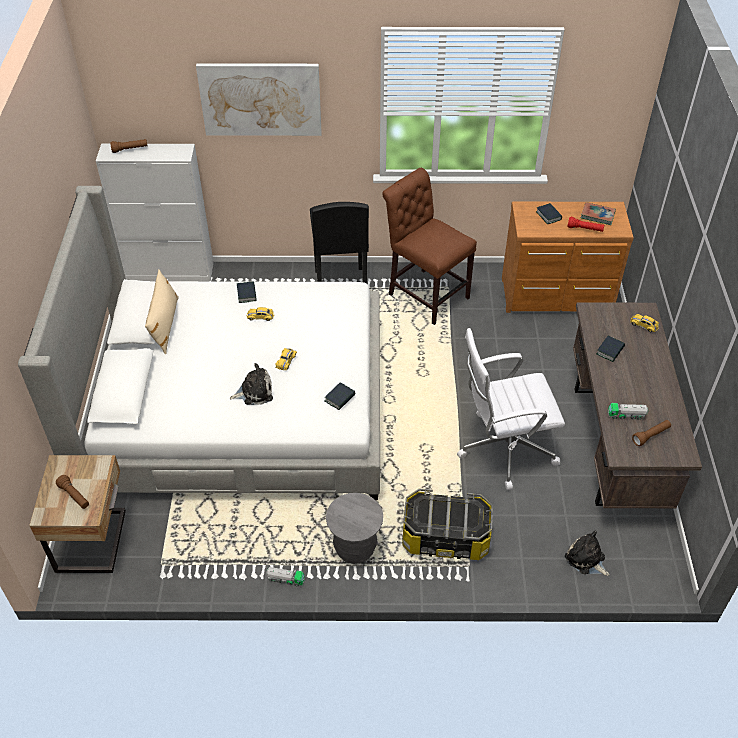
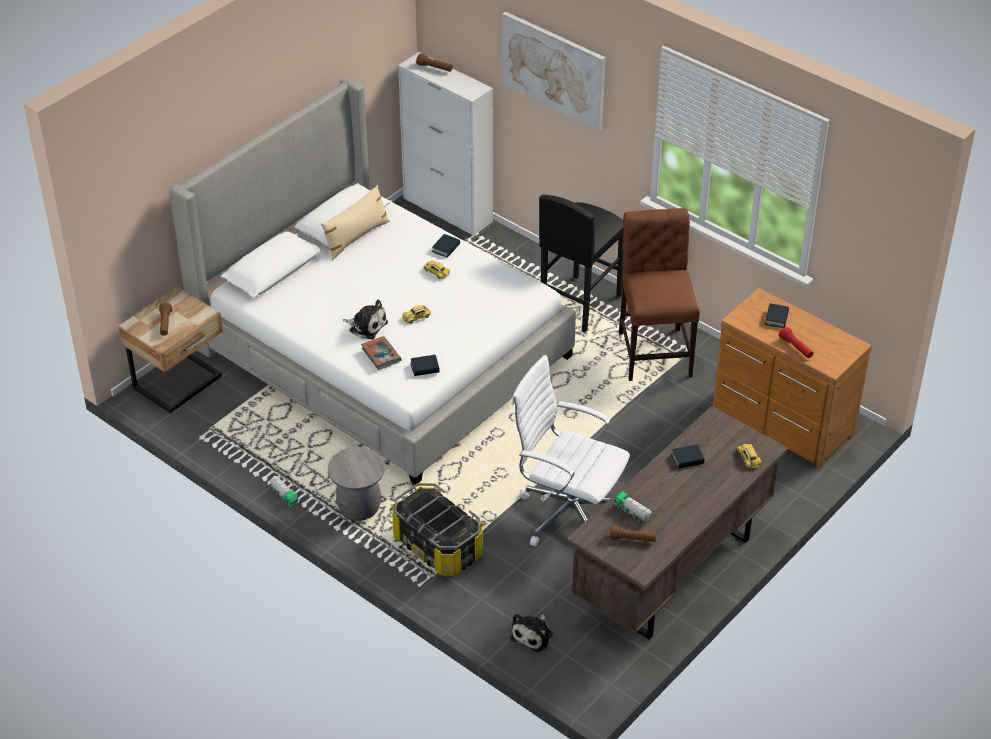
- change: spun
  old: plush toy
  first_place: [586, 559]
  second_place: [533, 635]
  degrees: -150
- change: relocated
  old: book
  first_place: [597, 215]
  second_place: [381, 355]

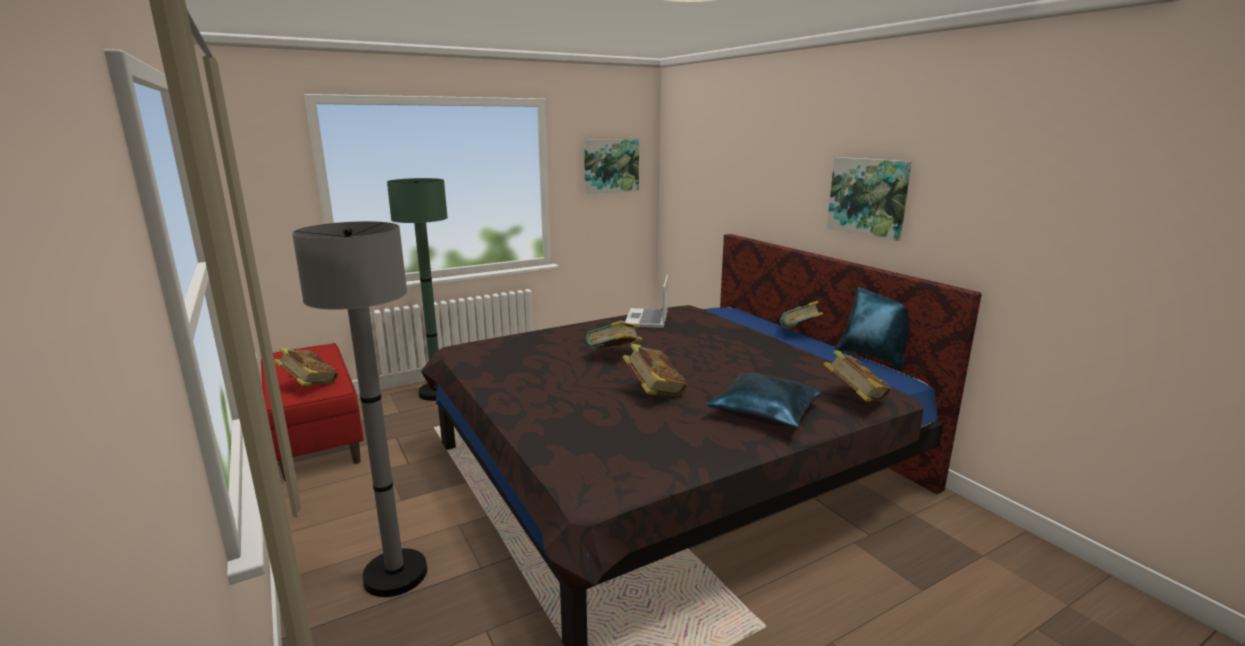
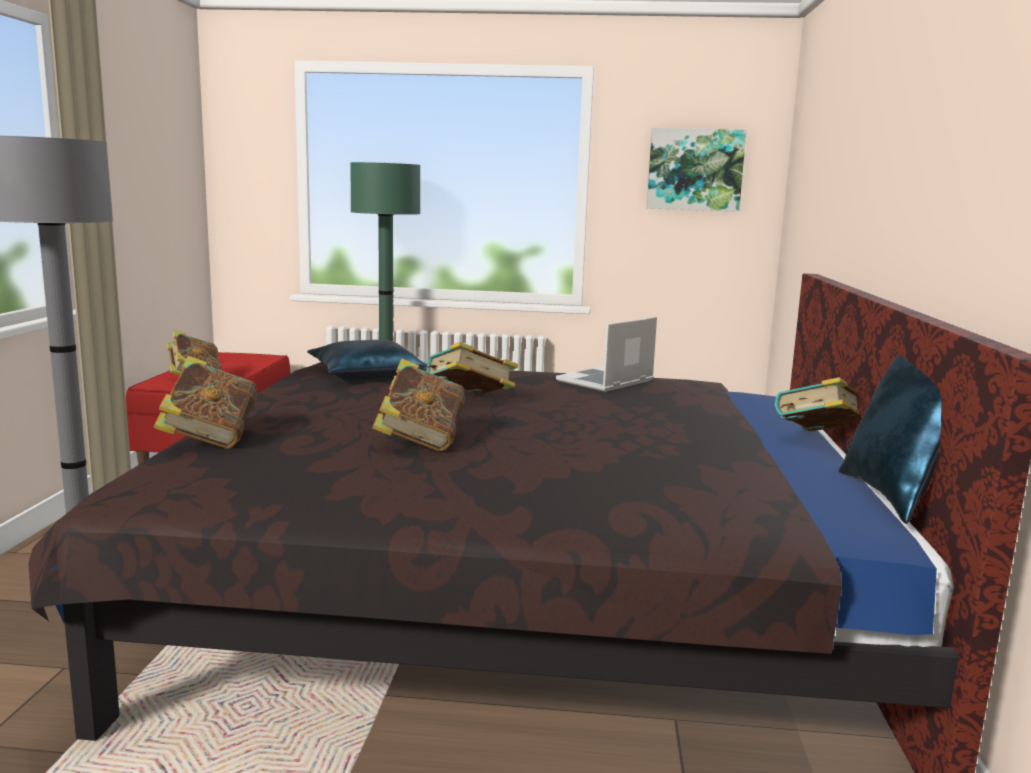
- change: relocated
  old: blue pillow
  first_place: [764, 411]
  second_place: [366, 374]
- change: relocated
  old: book
  first_place: [854, 399]
  second_place: [209, 439]
- change: missing
  old: picture
  first_place: [868, 197]

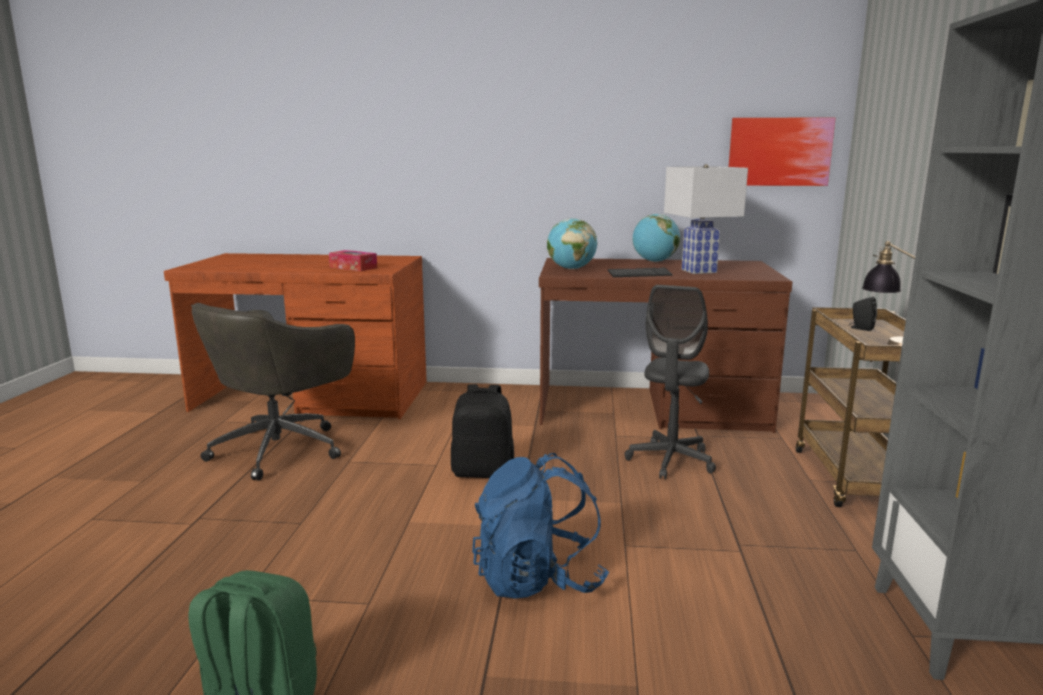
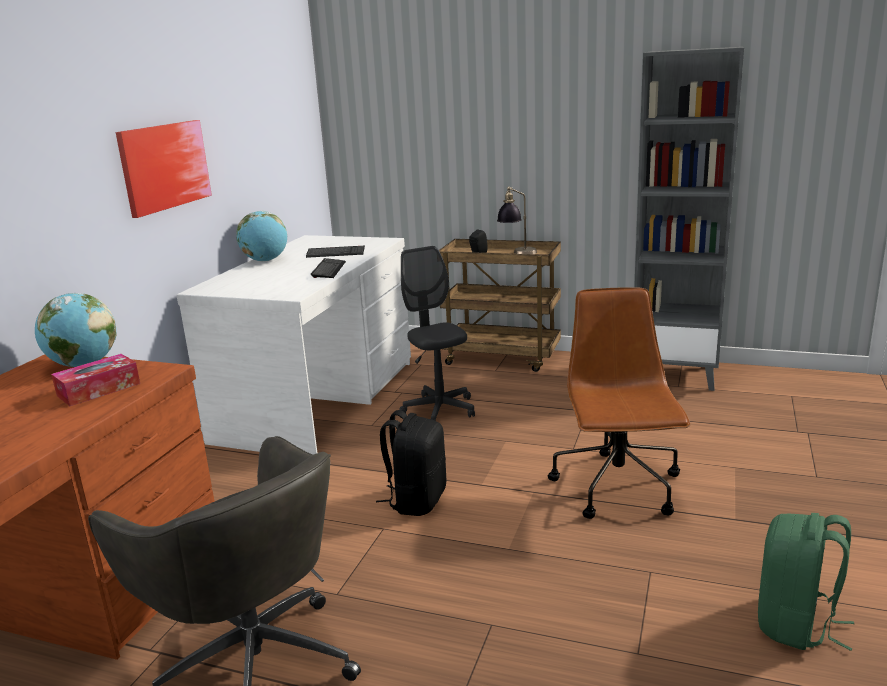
- change: exchanged
  old: blue backpack
  new: brown office chair
  first_place: [538, 579]
  second_place: [618, 488]
- change: colour
  old: brown desk
  new: white desk
  first_place: [651, 408]
  second_place: [319, 400]
- change: relocated
  old: globe
  first_place: [571, 269]
  second_place: [84, 365]
- change: spun
  old: grey office chair
  first_place: [670, 461]
  second_place: [439, 410]
  degrees: -150
- change: exchanged
  old: white table lamp
  new: keyboard
  first_place: [700, 271]
  second_place: [335, 253]
- change: relocated
  old: picture
  first_place: [779, 152]
  second_place: [165, 166]

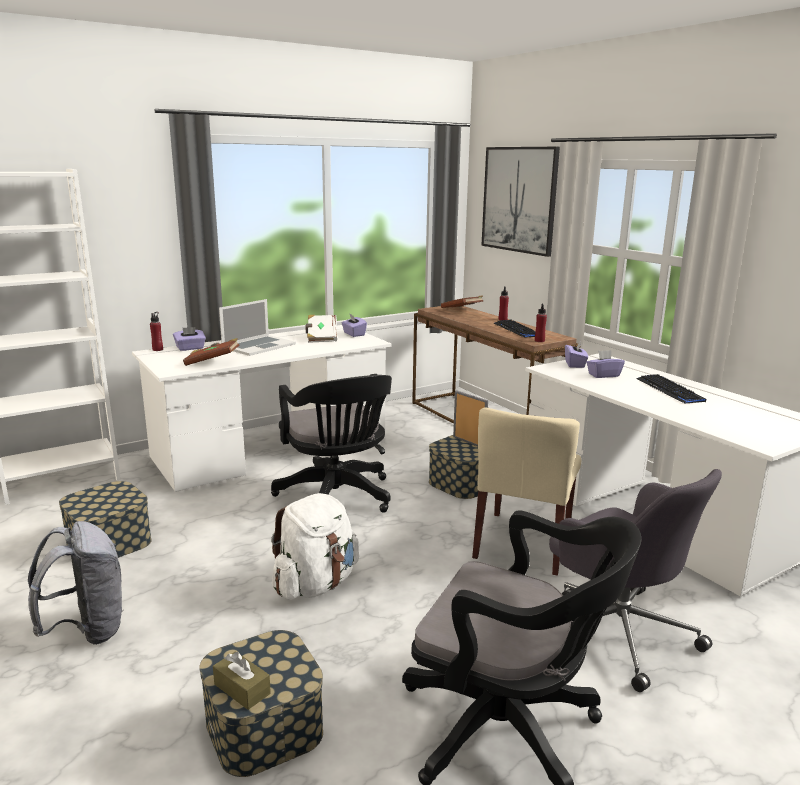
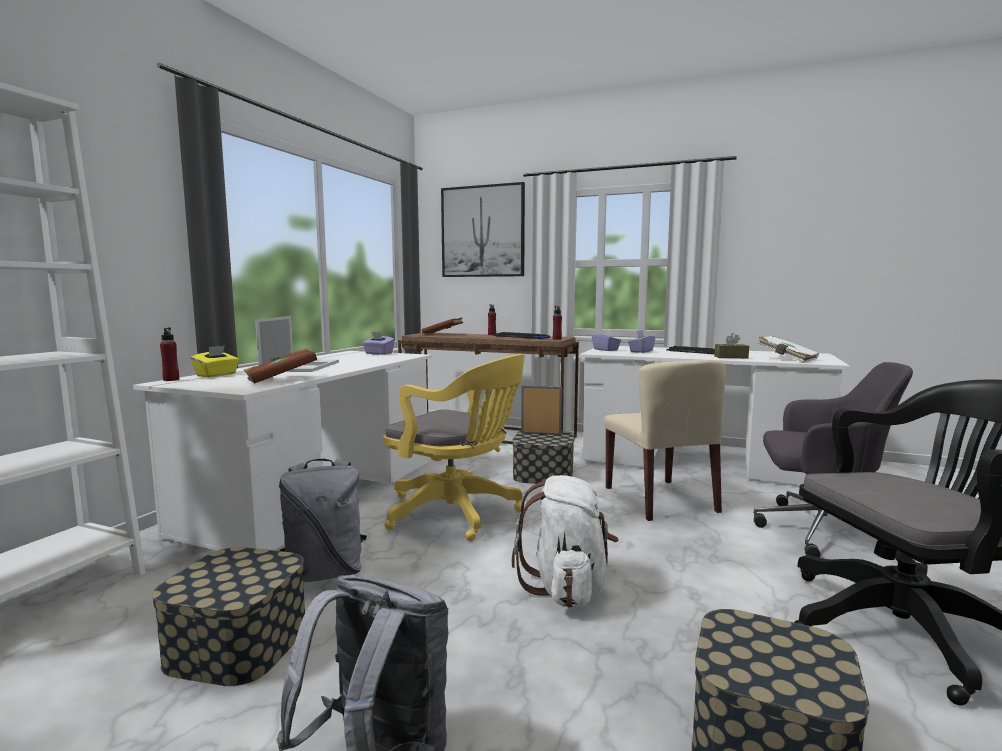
- change: colour
  old: purple tissue box
  new: yellow tissue box
  first_place: [190, 348]
  second_place: [216, 375]
- change: relocated
  old: brown tissue box
  first_place: [242, 689]
  second_place: [731, 357]
- change: colour
  old: black office chair
  new: yellow office chair
  first_place: [337, 498]
  second_place: [458, 514]
- change: relocated
  old: white book
  first_place: [321, 337]
  second_place: [786, 359]
- change: appeared
  new: grey backpack
  second_place: [325, 573]

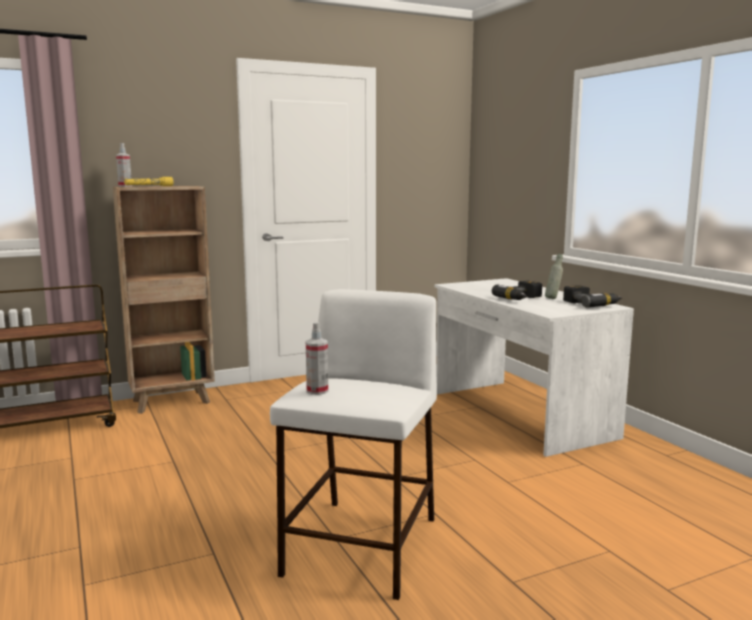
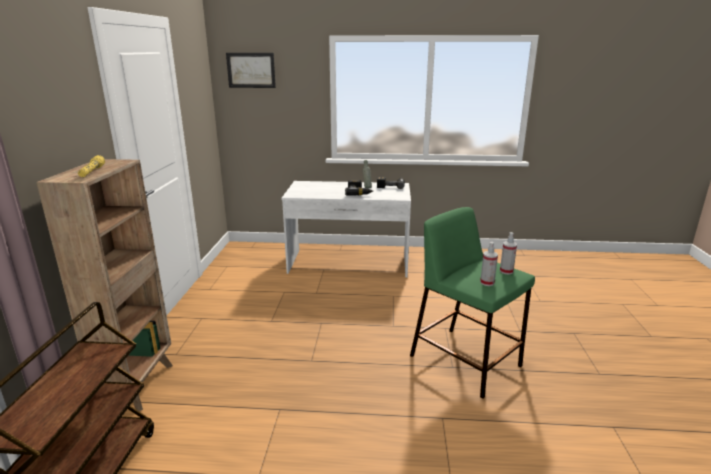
- change: relocated
  old: spray bottle
  first_place: [125, 186]
  second_place: [506, 271]
- change: colour
  old: white stool
  new: green stool
  first_place: [362, 547]
  second_place: [466, 361]
- change: appeared
  new: picture
  second_place: [251, 70]

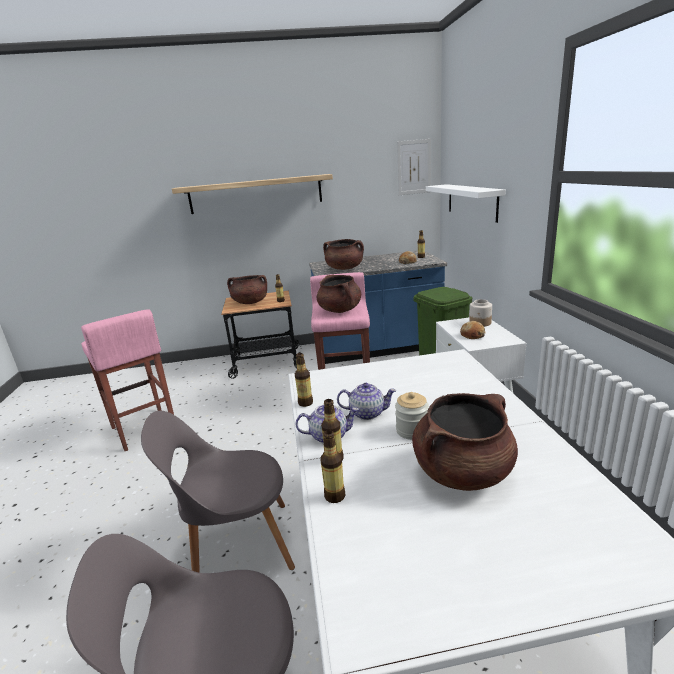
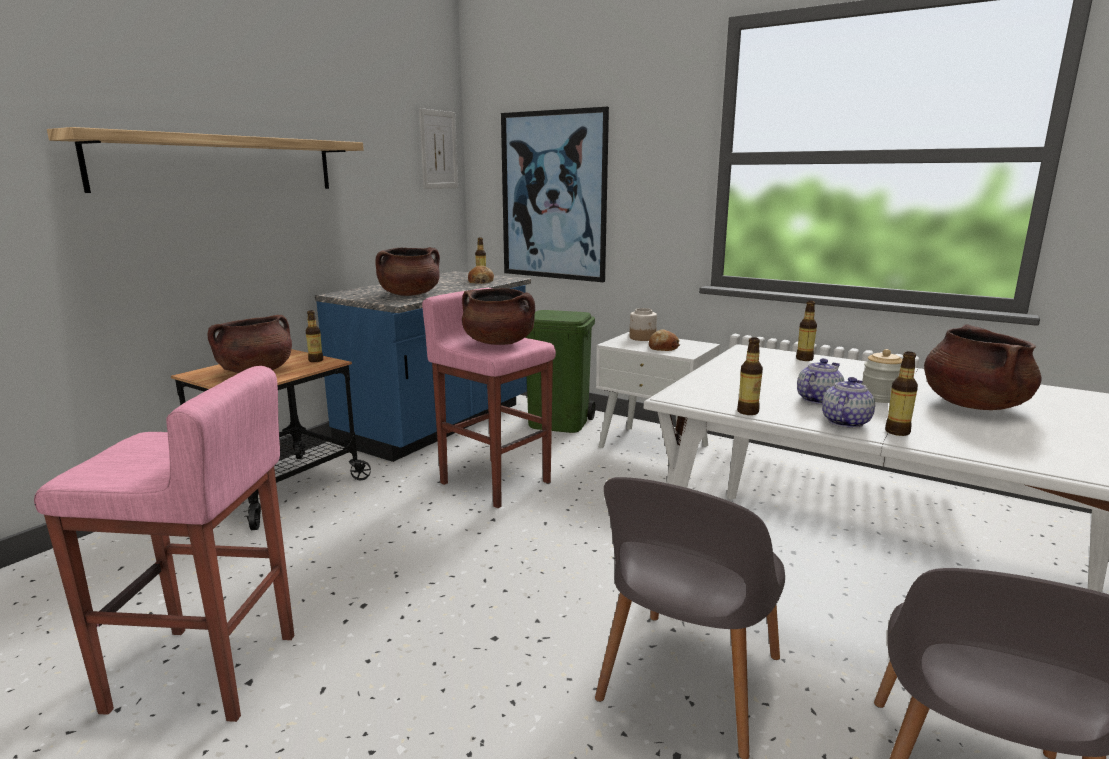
- change: relocated
  old: bottle
  first_place: [335, 496]
  second_place: [804, 359]
- change: exchanged
  old: white shelf
  new: picture
  first_place: [471, 201]
  second_place: [553, 196]

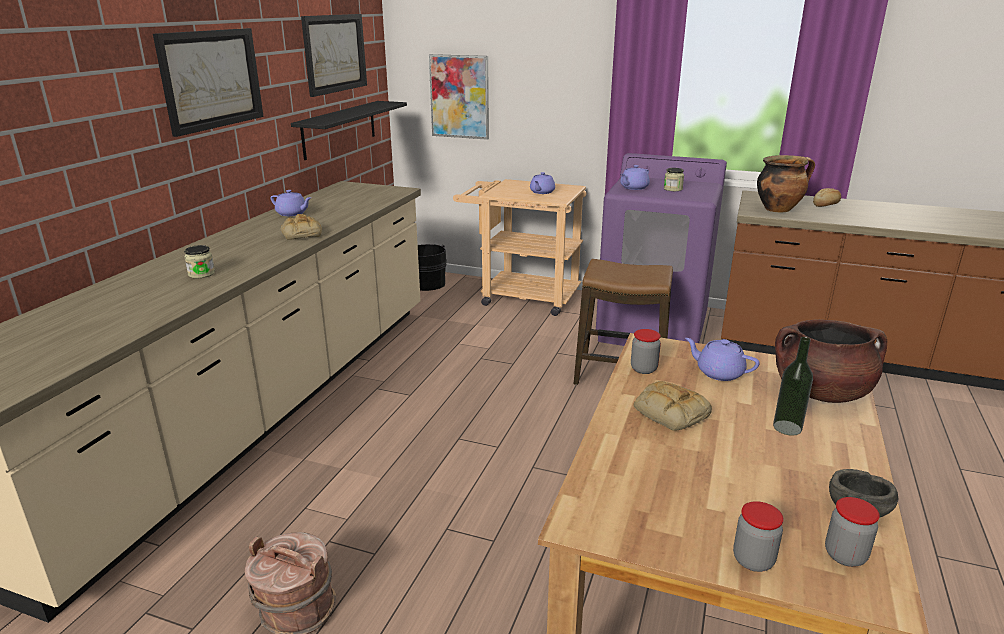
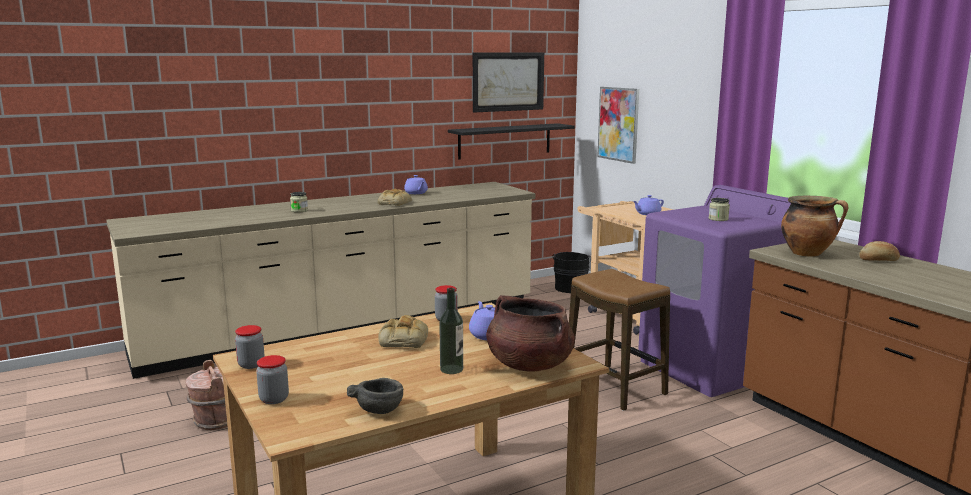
- change: missing
  old: picture
  first_place: [211, 79]
- change: missing
  old: purple teapot
  first_place: [633, 188]
- change: relocated
  old: jar
  first_place: [845, 555]
  second_place: [251, 365]

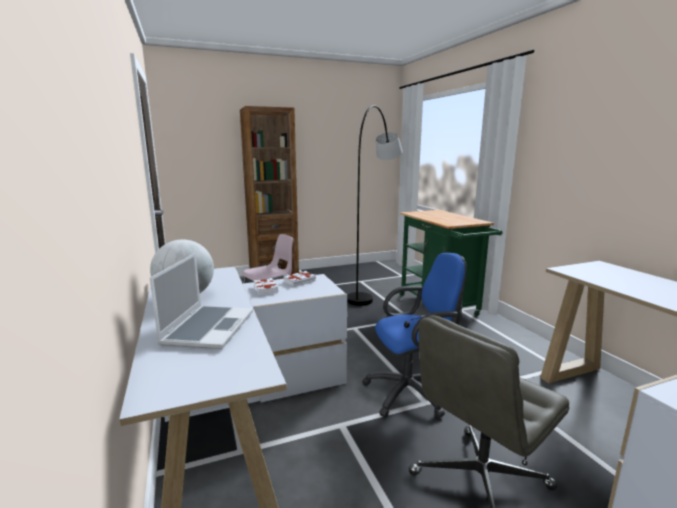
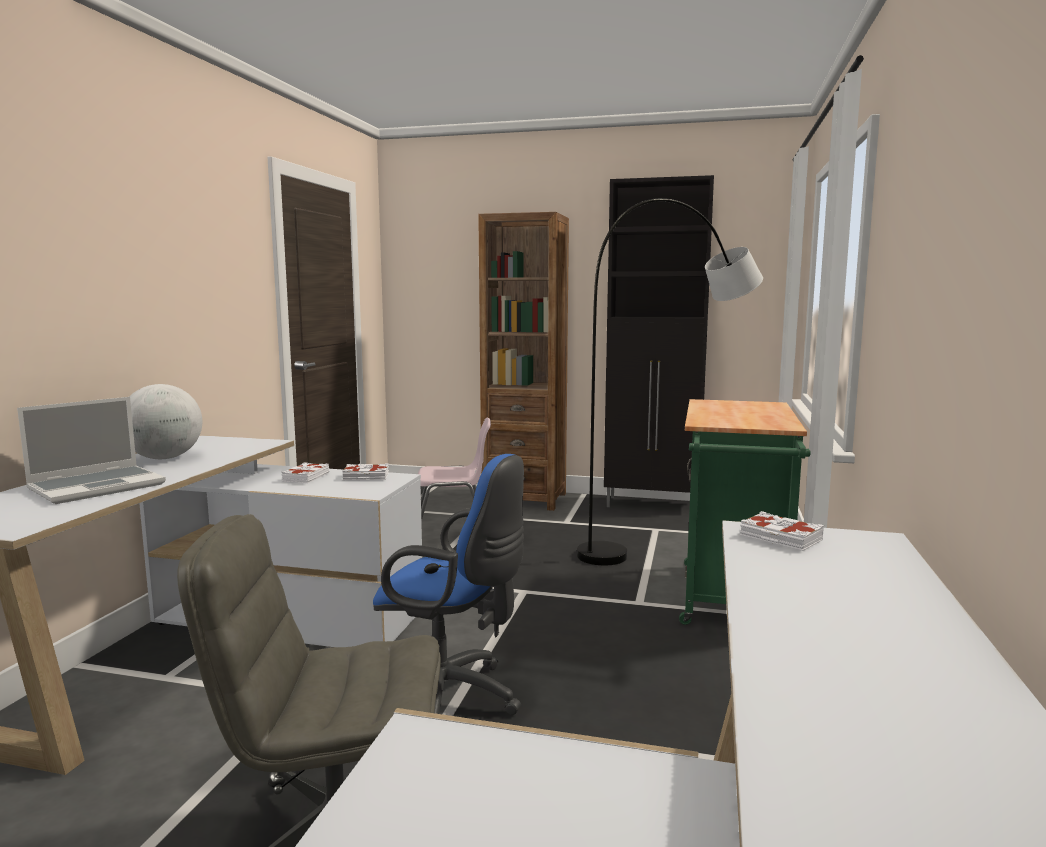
- change: appeared
  new: black cabinet
  second_place: [653, 505]
- change: appeared
  new: white book
  second_place: [780, 538]

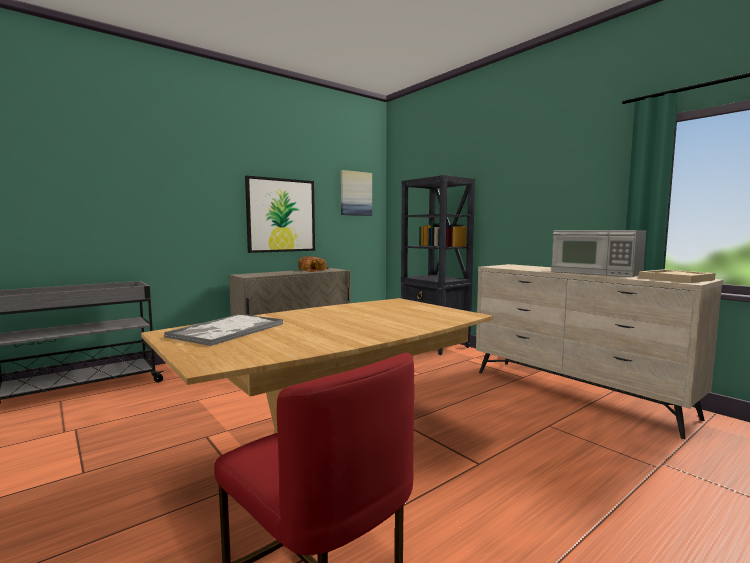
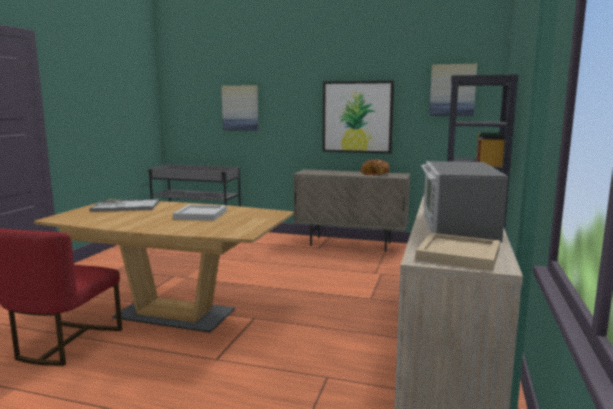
- change: appeared
  new: white tray
  second_place: [201, 215]
- change: appeared
  new: picture
  second_place: [240, 108]

